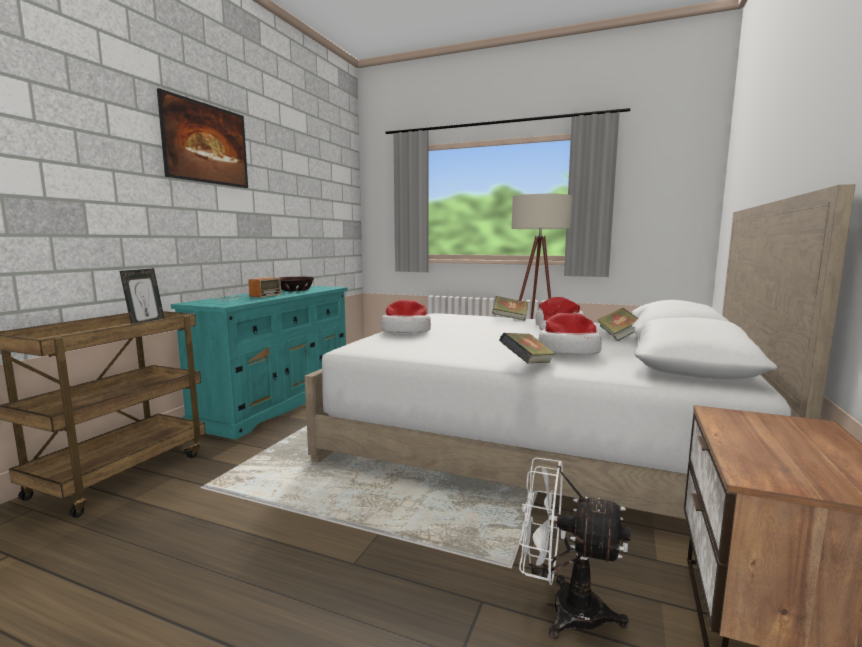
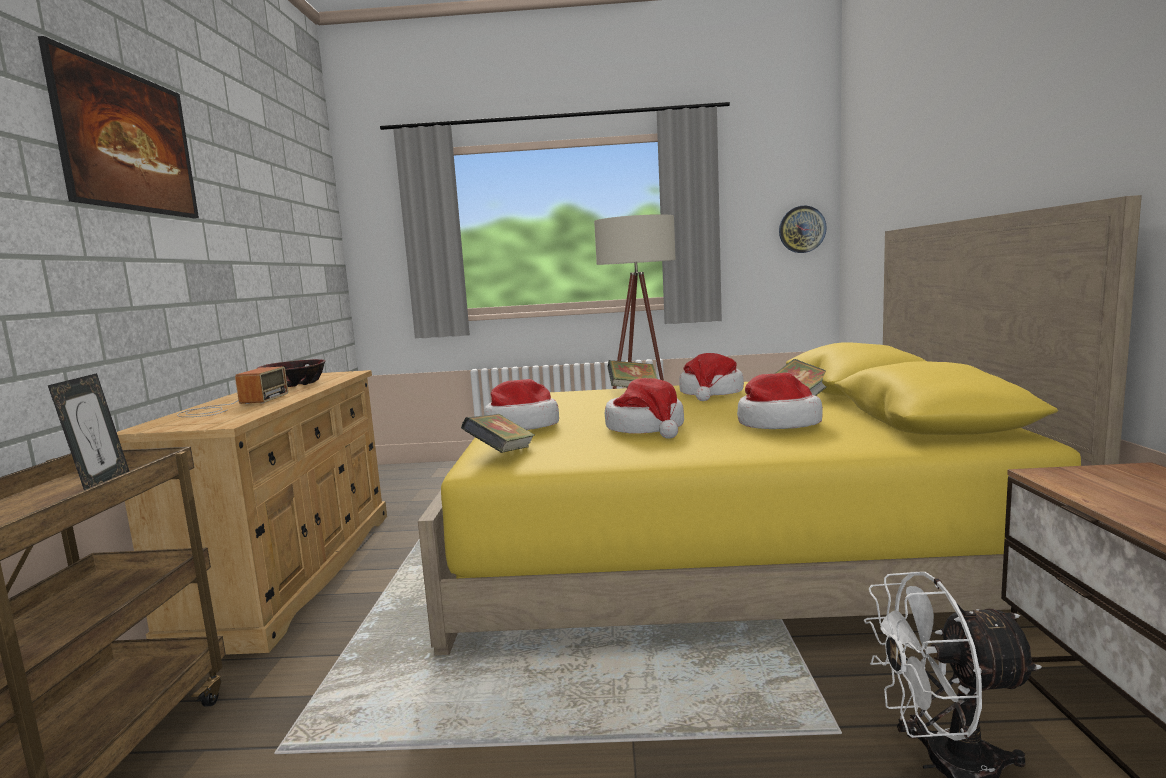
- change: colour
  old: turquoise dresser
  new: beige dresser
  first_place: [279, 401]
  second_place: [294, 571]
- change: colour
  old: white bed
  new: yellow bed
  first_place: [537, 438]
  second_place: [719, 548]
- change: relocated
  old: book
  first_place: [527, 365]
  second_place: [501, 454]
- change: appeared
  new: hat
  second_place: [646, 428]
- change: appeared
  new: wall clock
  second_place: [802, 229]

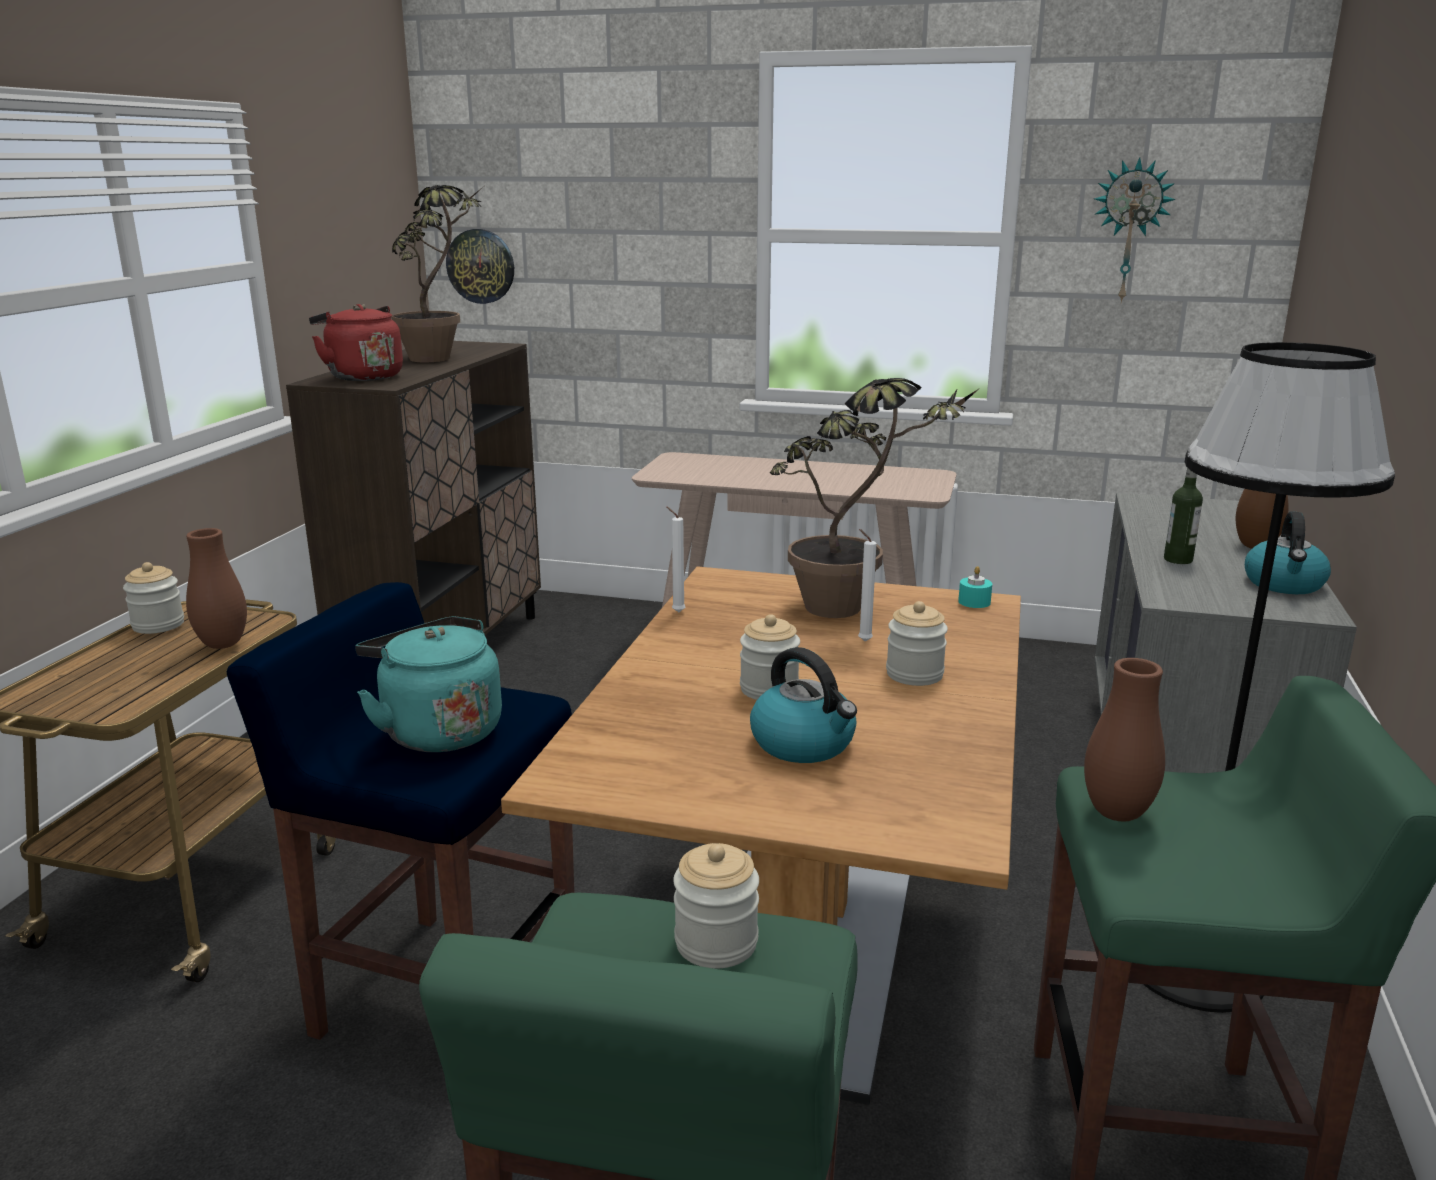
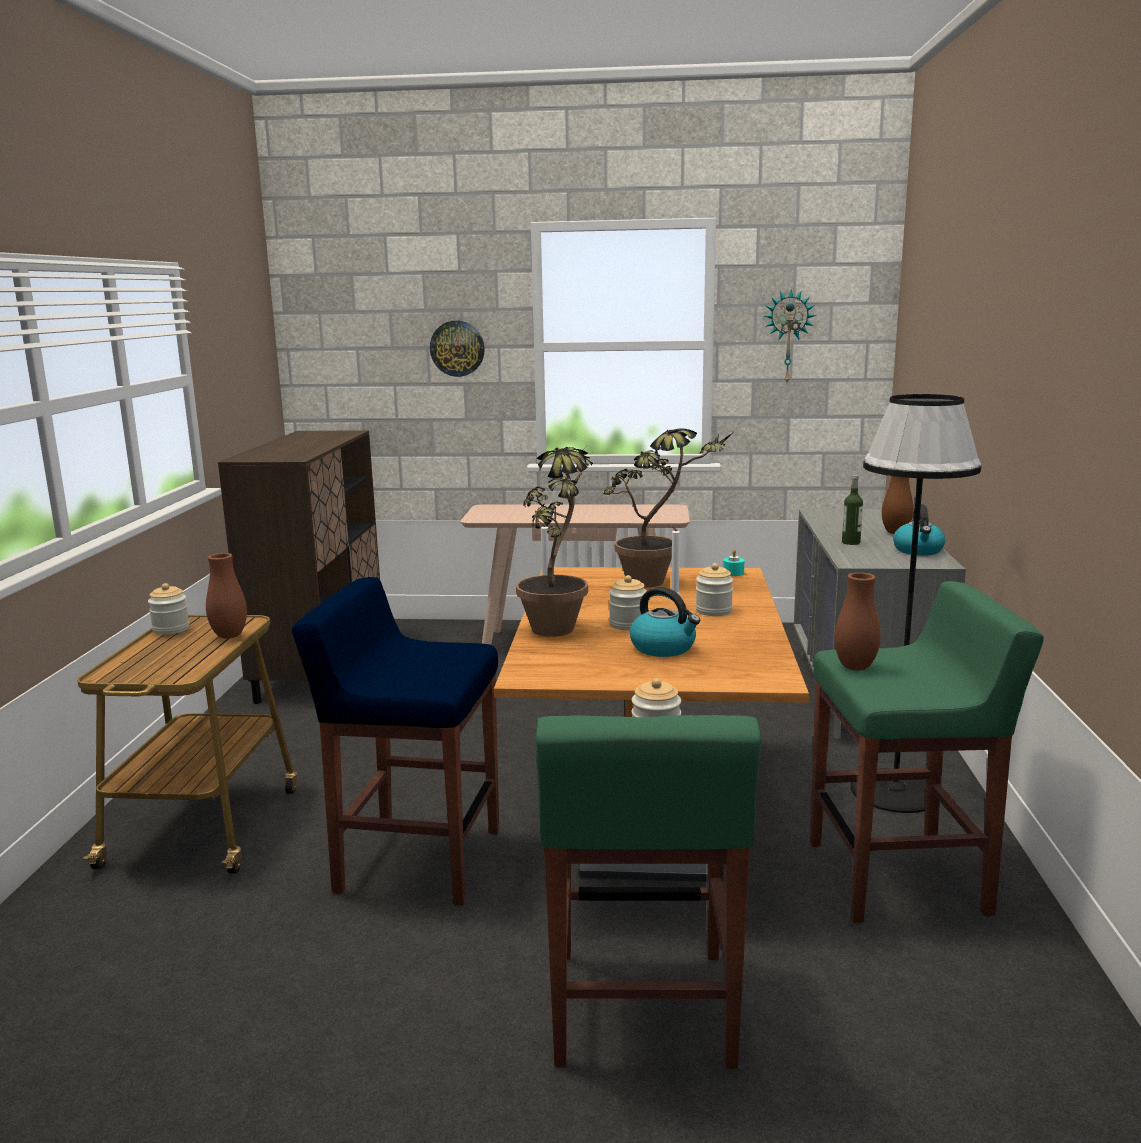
- change: missing
  old: red kettle
  first_place: [362, 376]
- change: missing
  old: turquoise kettle
  first_place: [437, 730]
- change: relocated
  old: potted plant
  first_place: [441, 357]
  second_place: [560, 624]
- change: relocated
  old: wall clock
  first_place: [481, 266]
  second_place: [457, 348]

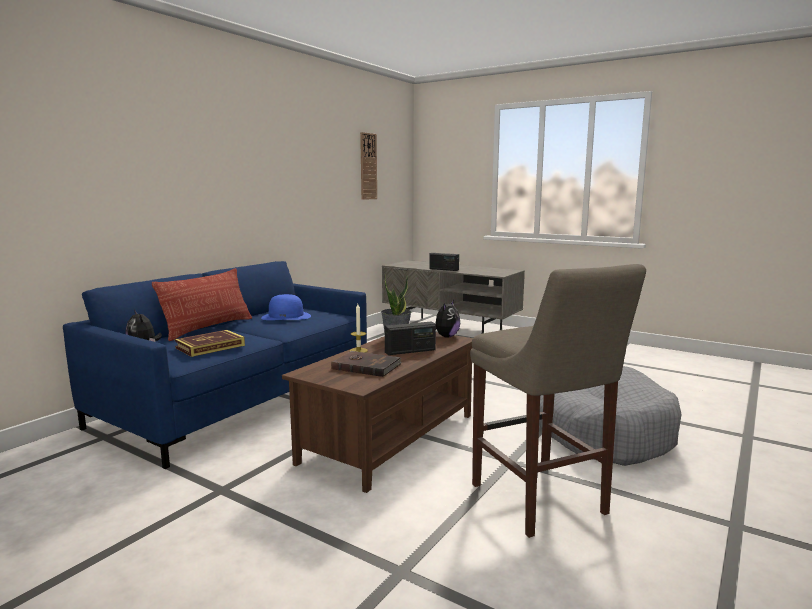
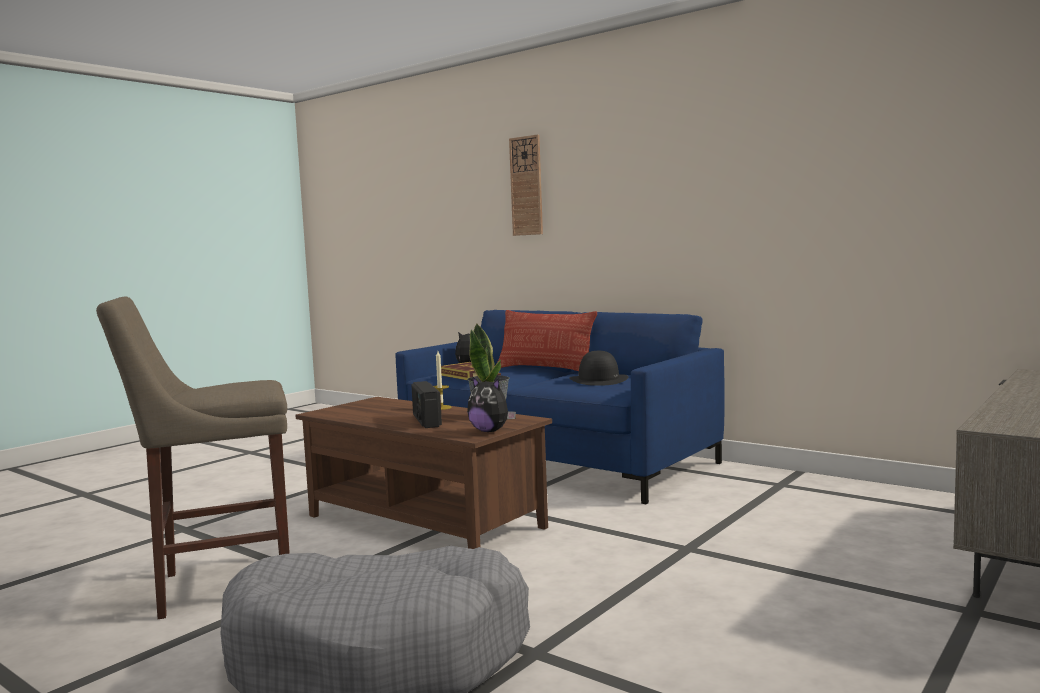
- change: colour
  old: blue hat
  new: black hat
  first_place: [286, 316]
  second_place: [599, 380]
- change: missing
  old: brown book
  first_place: [366, 366]
- change: relocated
  old: wall clock
  first_place: [368, 166]
  second_place: [526, 186]
- change: missing
  old: radio
  first_place: [444, 269]

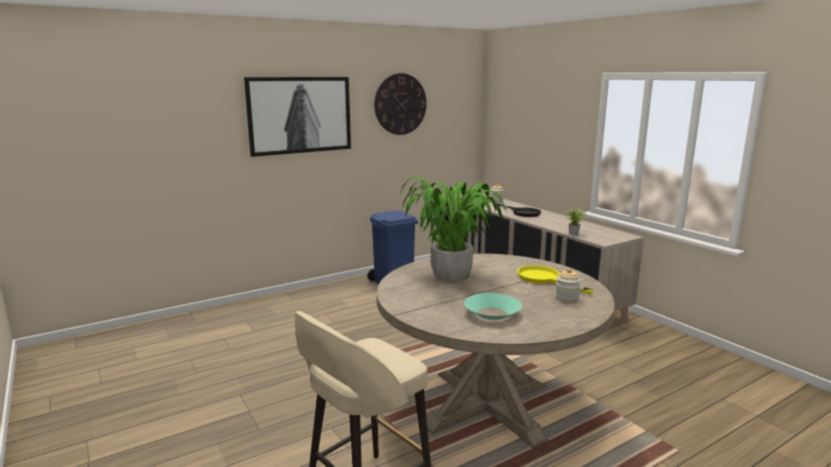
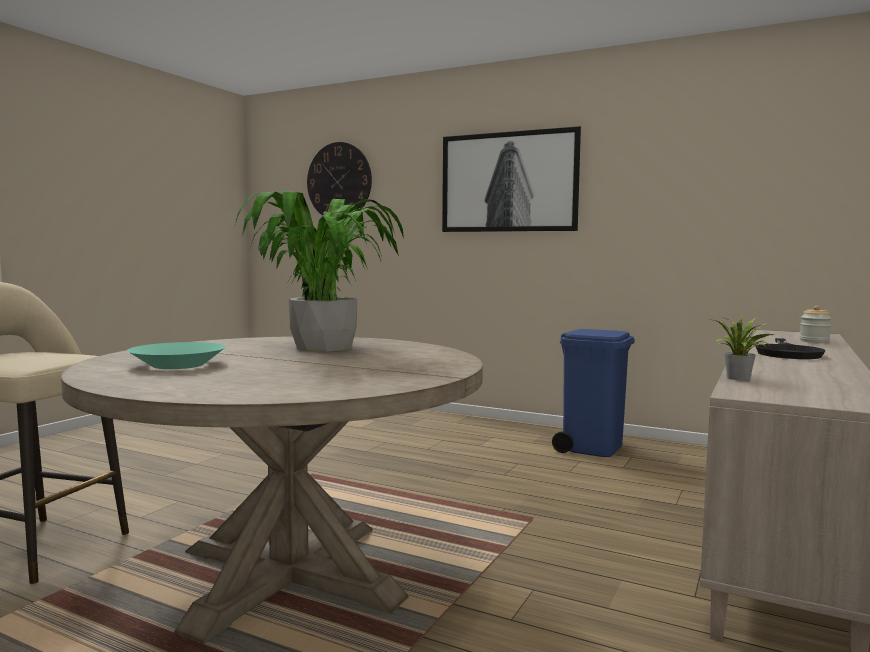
- change: relocated
  old: wall clock
  first_place: [400, 104]
  second_place: [339, 181]
- change: missing
  old: yellow frying pan
  first_place: [544, 279]
- change: missing
  old: jar
  first_place: [567, 298]

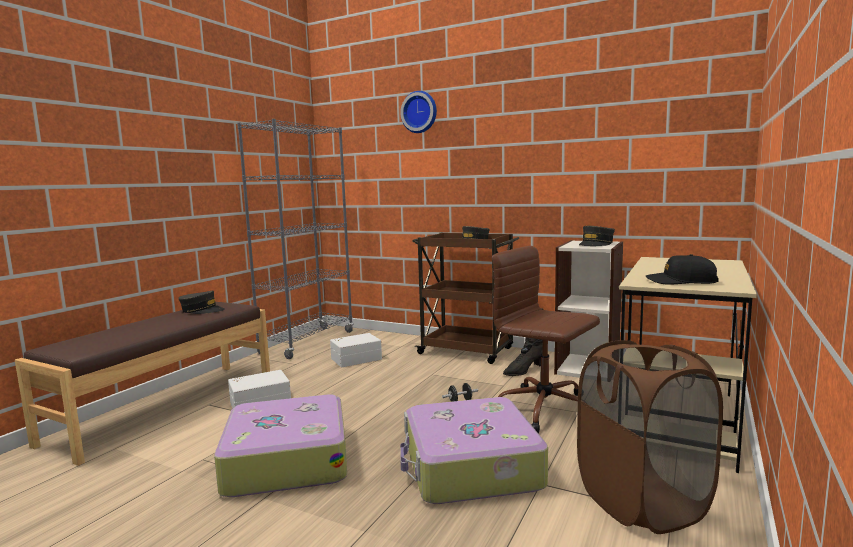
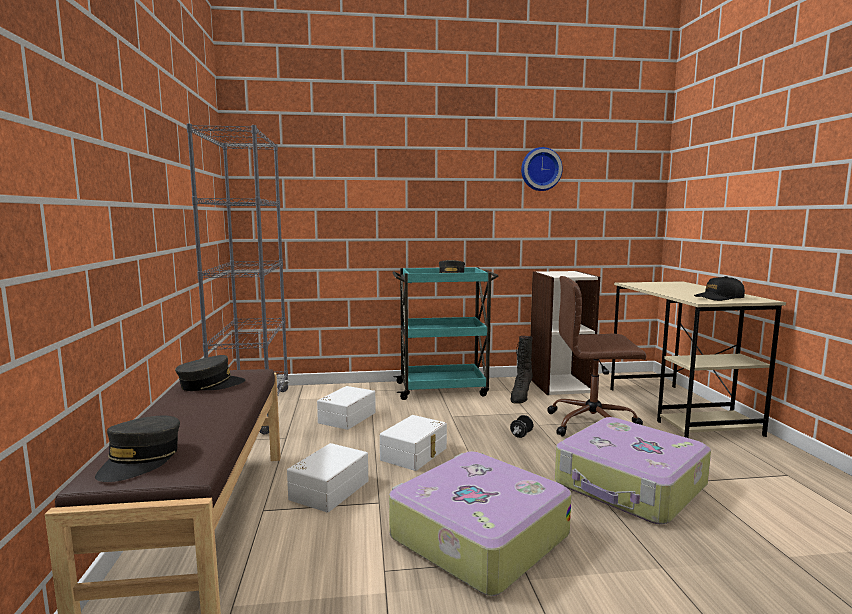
- change: relocated
  old: wall clock
  first_place: [420, 112]
  second_place: [540, 169]
- change: colour
  old: brown cart
  new: turquoise cart
  first_place: [467, 351]
  second_place: [443, 389]
- change: missing
  old: brown laundry basket
  first_place: [642, 502]
- change: relocated
  old: grey cap
  first_place: [596, 244]
  second_place: [141, 460]
- change: appeared
  new: white storage box
  second_place: [415, 454]

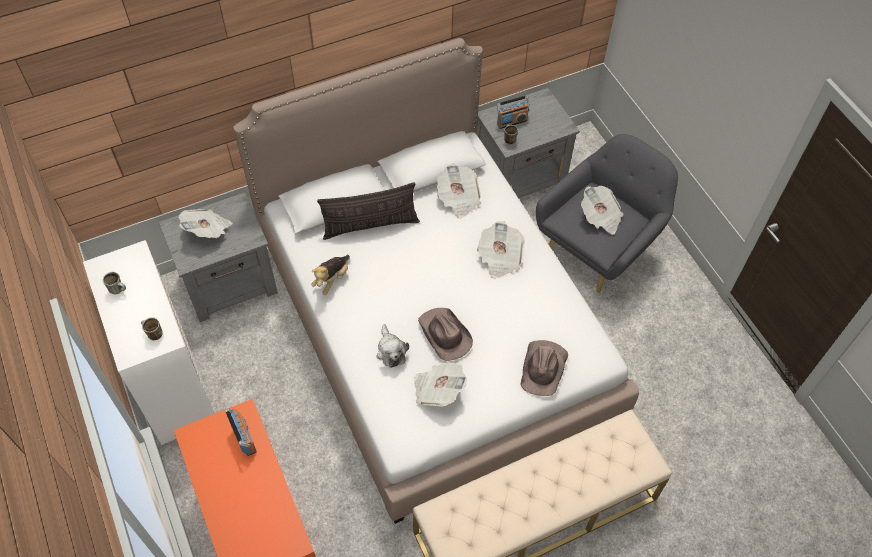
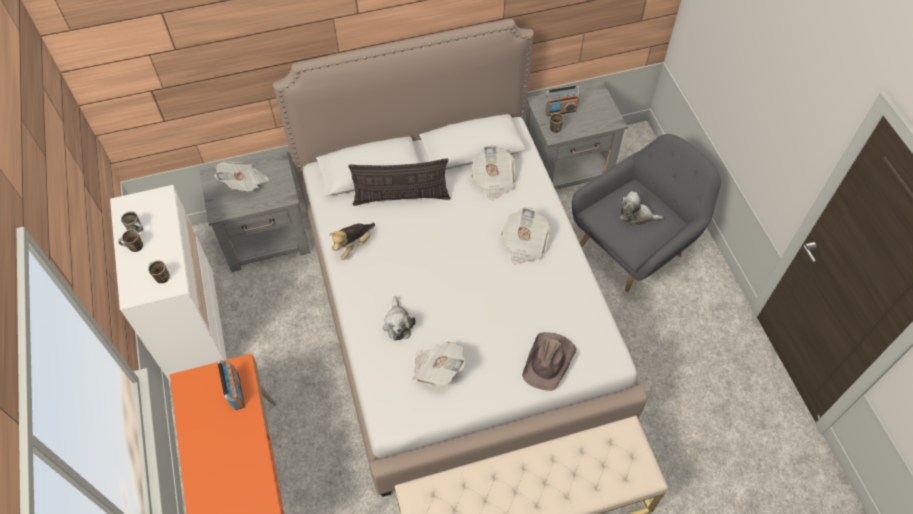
- change: missing
  old: brown hat
  first_place: [444, 335]
- change: exchanged
  old: newspaper
  new: plush toy
  first_place: [600, 217]
  second_place: [636, 216]
- change: appeared
  new: mug
  second_place: [133, 248]

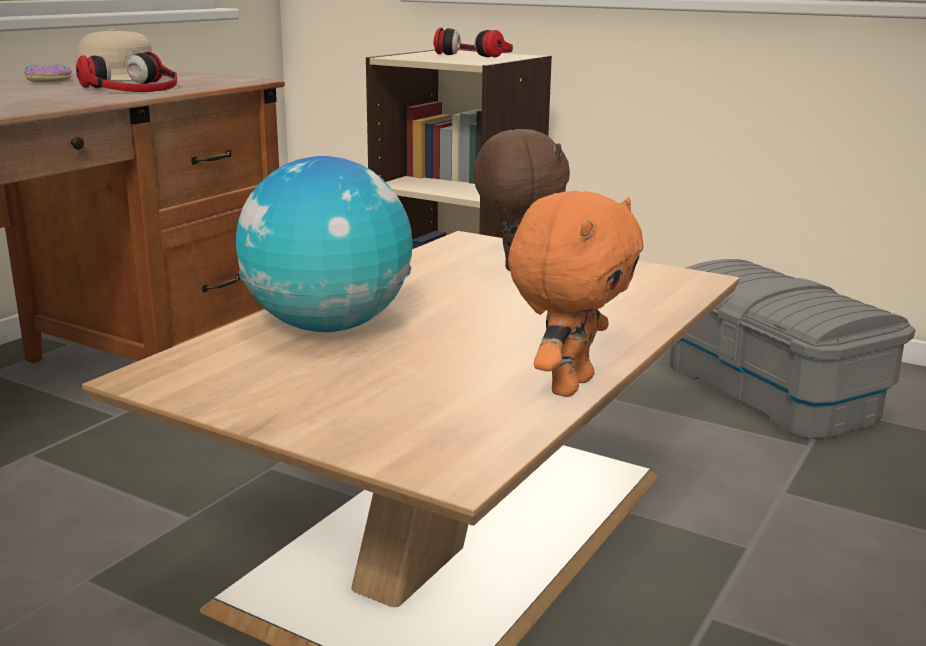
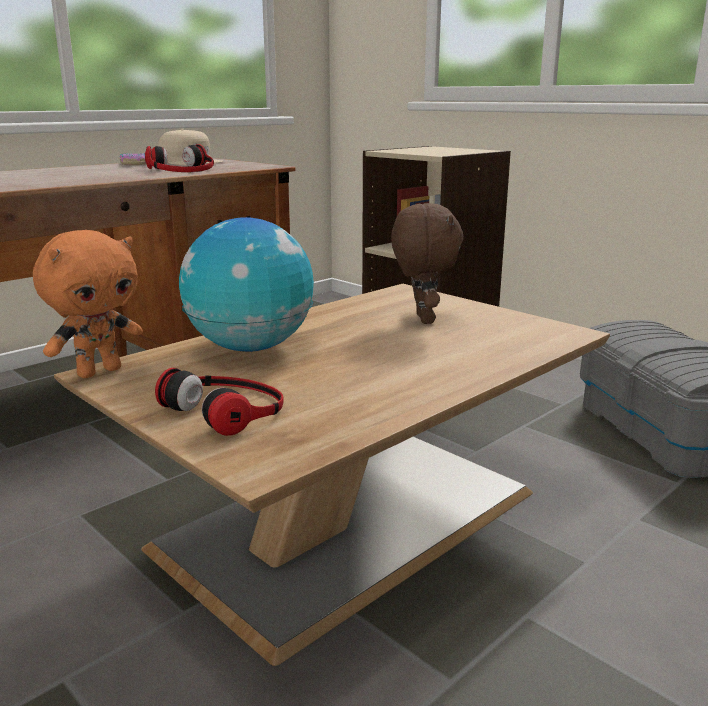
- change: relocated
  old: headphones
  first_place: [476, 54]
  second_place: [228, 409]
- change: relocated
  old: orange plush toy
  first_place: [568, 385]
  second_place: [99, 371]

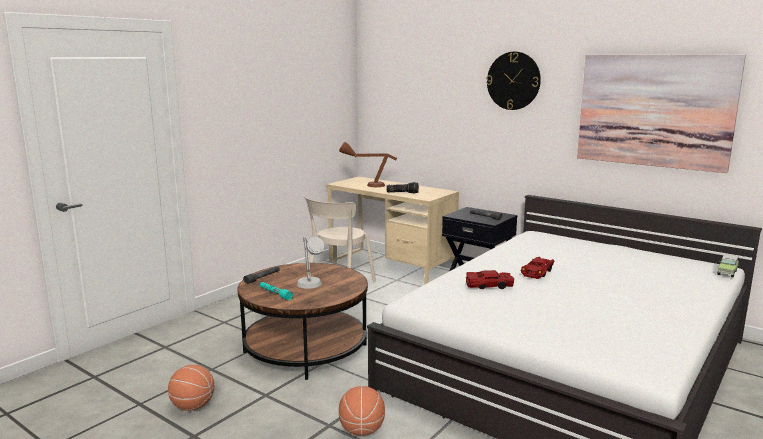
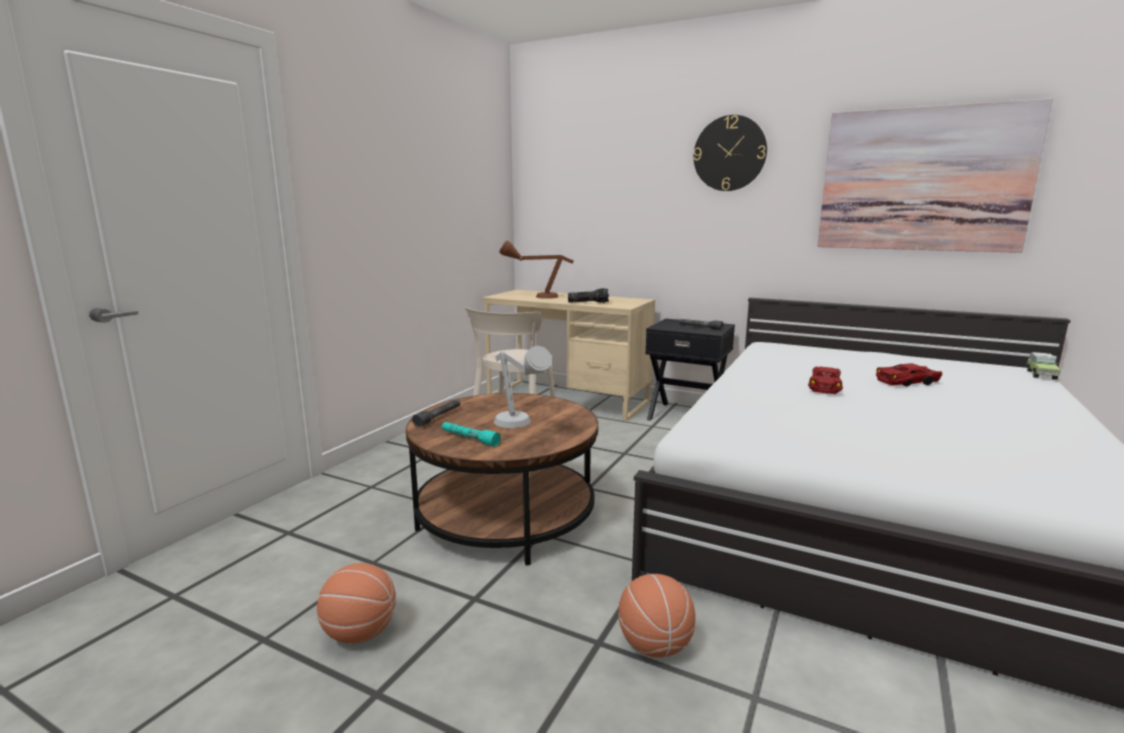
- change: relocated
  old: red toy car
  first_place: [489, 285]
  second_place: [908, 382]

